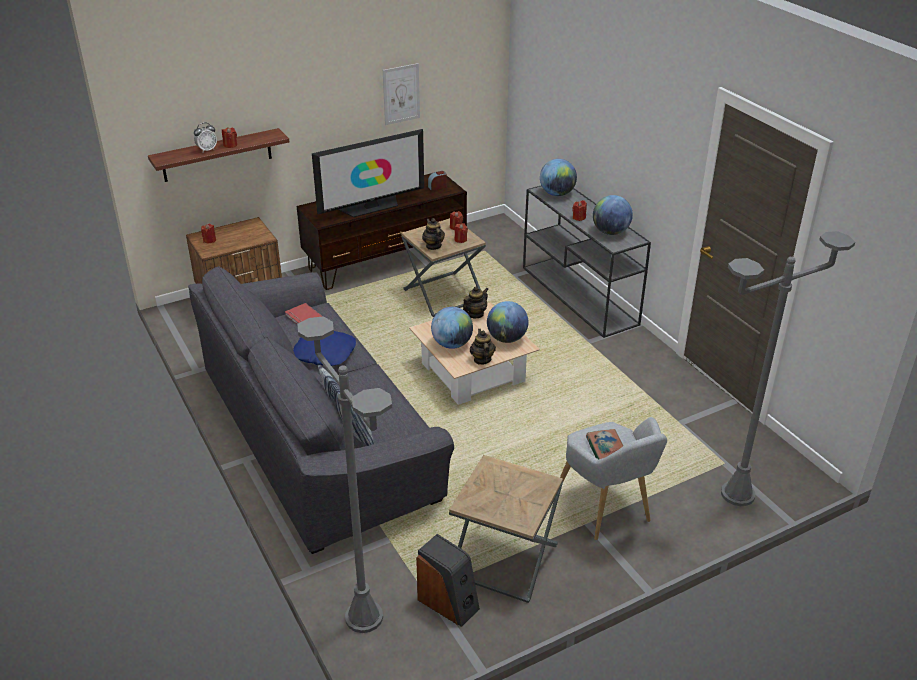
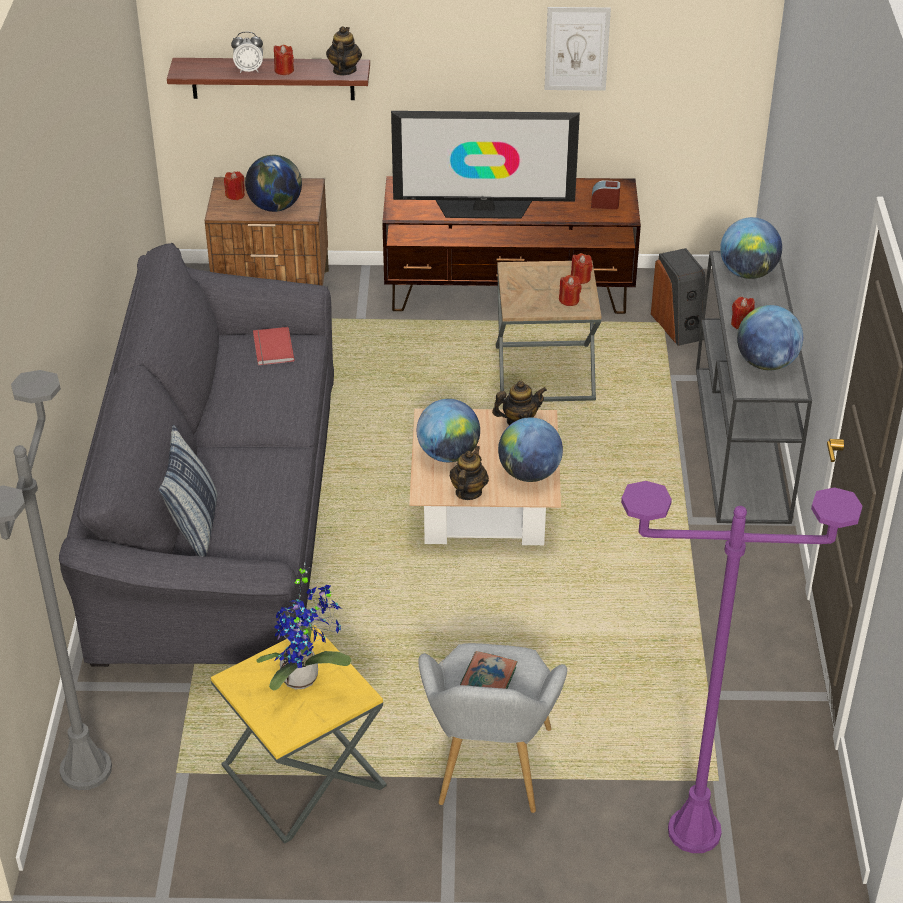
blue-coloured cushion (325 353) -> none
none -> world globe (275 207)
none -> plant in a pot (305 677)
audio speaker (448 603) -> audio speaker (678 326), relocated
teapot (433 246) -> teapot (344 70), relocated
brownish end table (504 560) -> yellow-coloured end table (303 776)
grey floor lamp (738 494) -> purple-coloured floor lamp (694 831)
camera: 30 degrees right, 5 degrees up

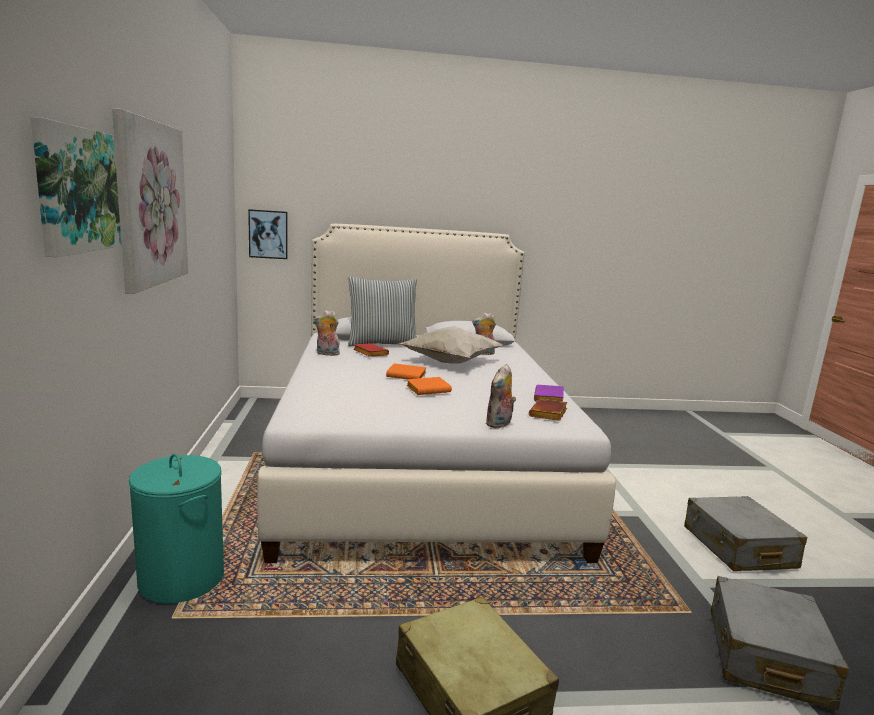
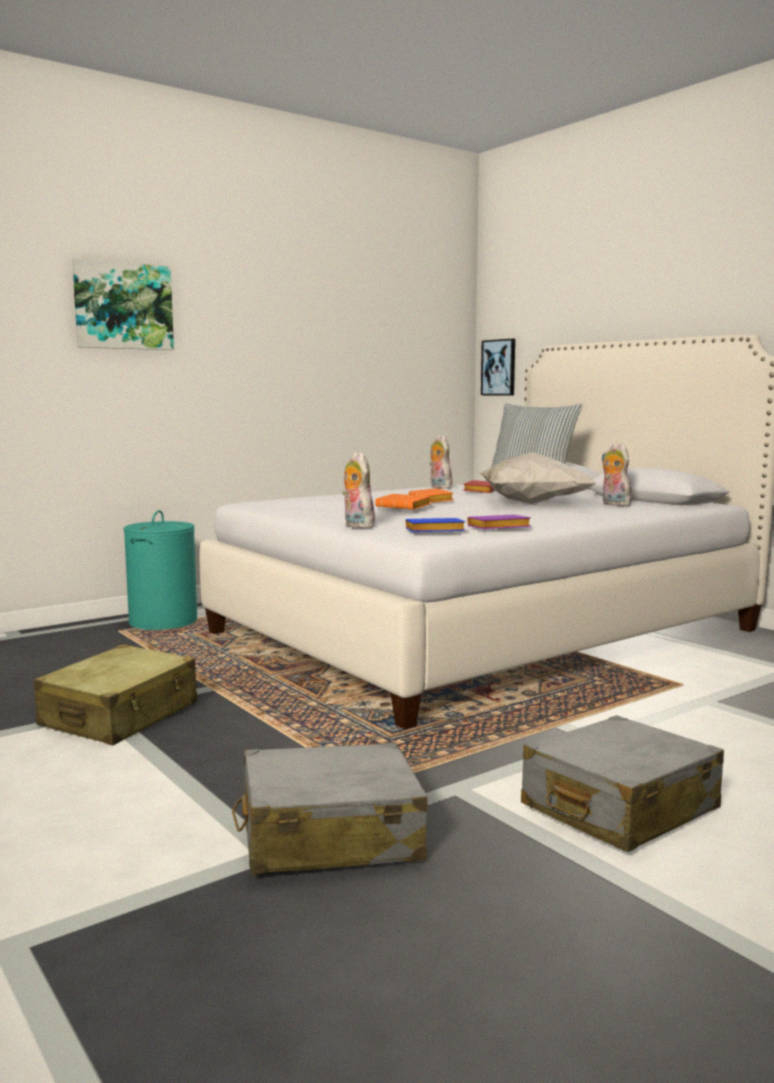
picture (151 203) -> none
brownish volume (549 414) -> blue-coloured volume (433 531)
soft toy (499 424) -> soft toy (356 526), 60 degrees clockwise
camera: 60 degrees right, 5 degrees down

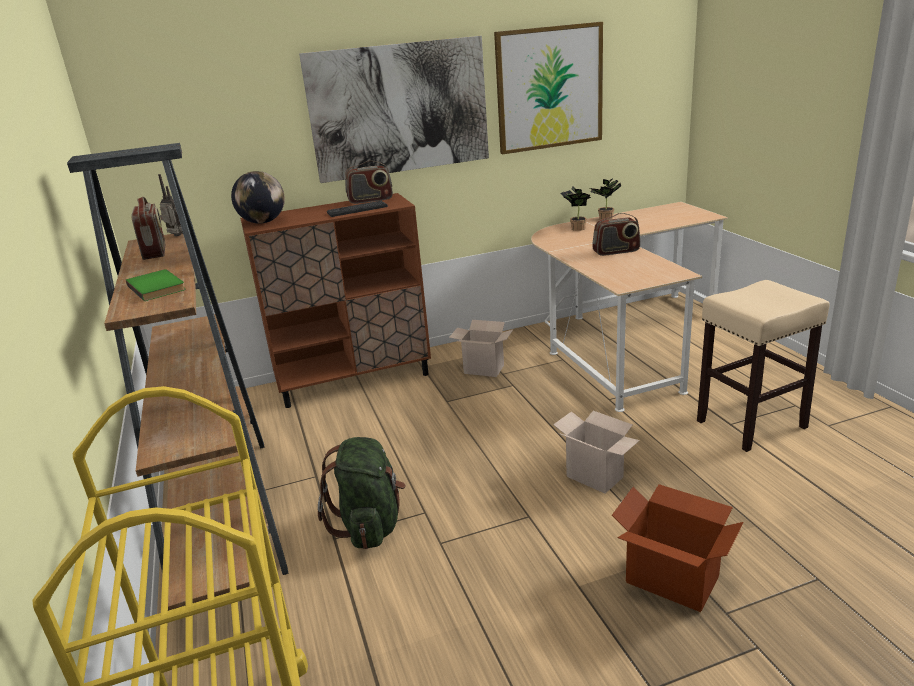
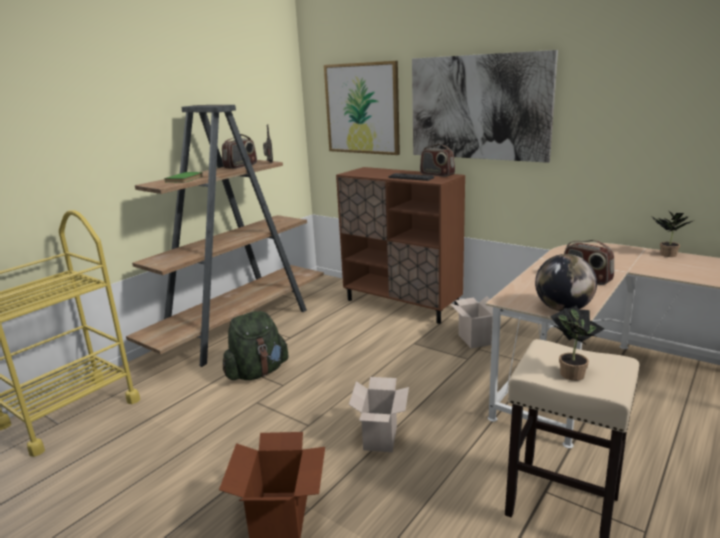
world globe (263 222) -> world globe (563 309), relocated
picture (549 88) -> picture (362 108), relocated
plant in a pot (576 228) -> plant in a pot (570 372), relocated
camera: 55 degrees right, 5 degrees down

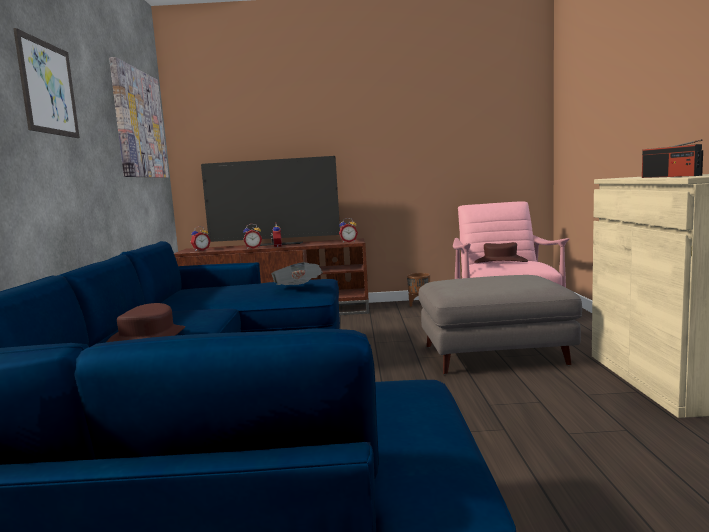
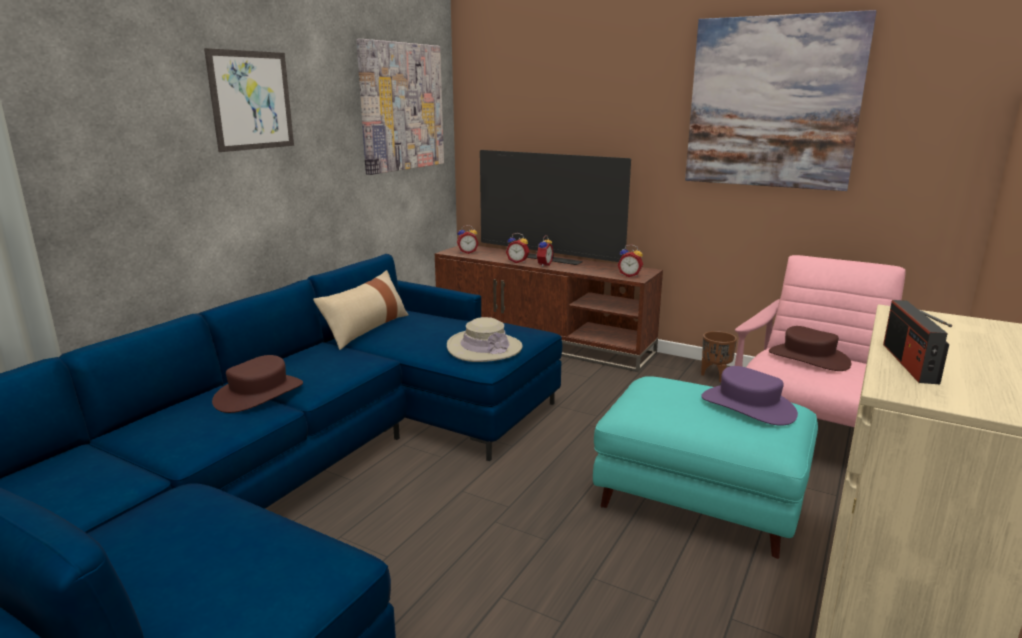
none -> beige-coloured cushion (366 329)
none -> picture (772 103)
none -> purple-coloured hat (748 406)
daily paper (298 289) -> beige-coloured hat (484 348)
grey ottoman (494 355) -> blue-green ottoman (698 500)
camera: 30 degrees right, 10 degrees up

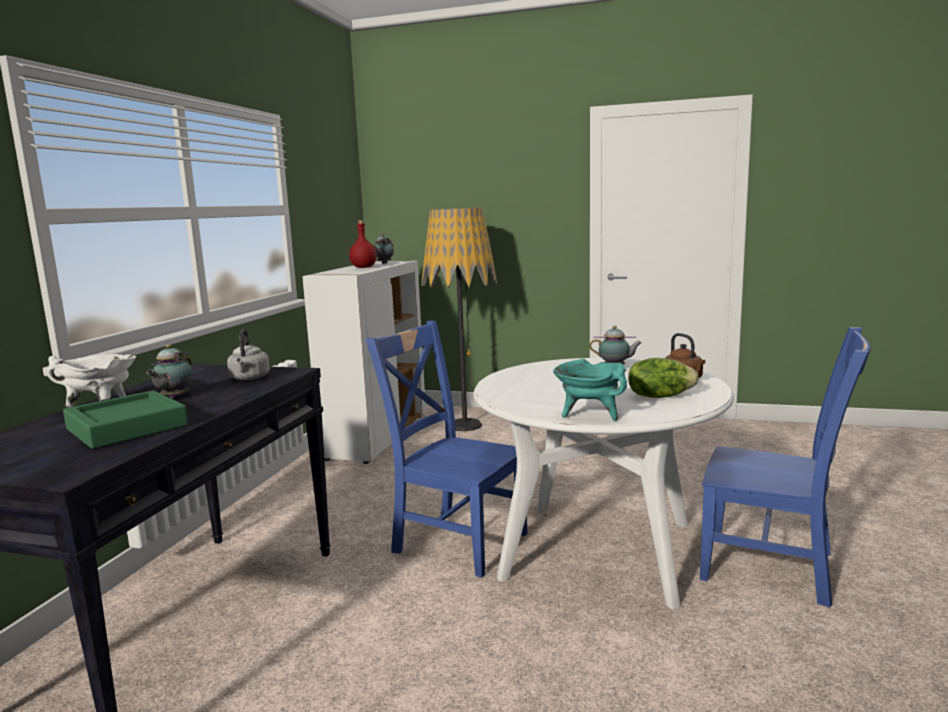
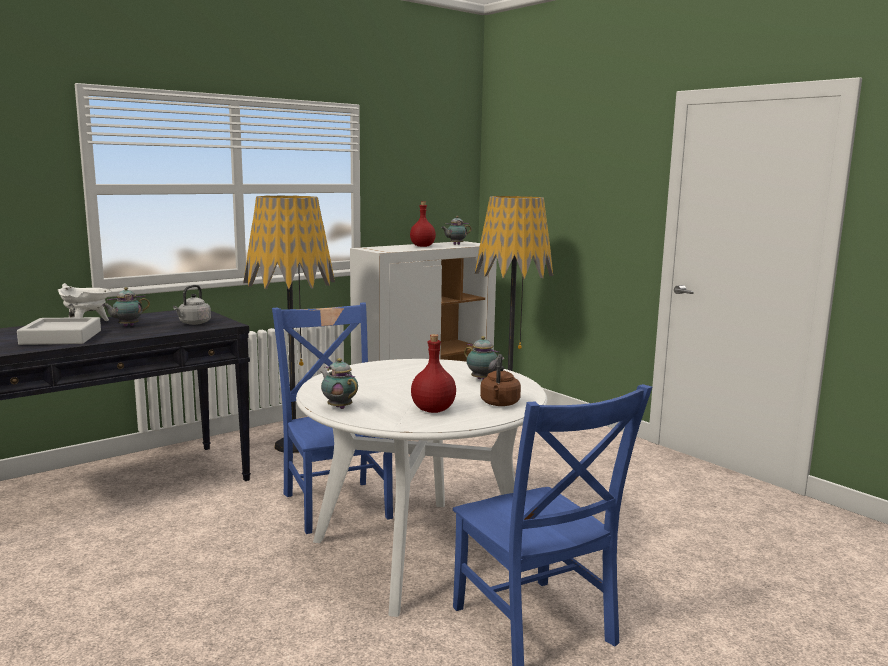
none -> floor lamp (294 445)
blue-green cooking pot (590 415) -> teapot (339 407)
head of lettuce (659 396) -> red beverage bottle (432 410)
green tray (127 427) -> grey tray (61 337)
camera: 35 degrees right, 0 degrees up

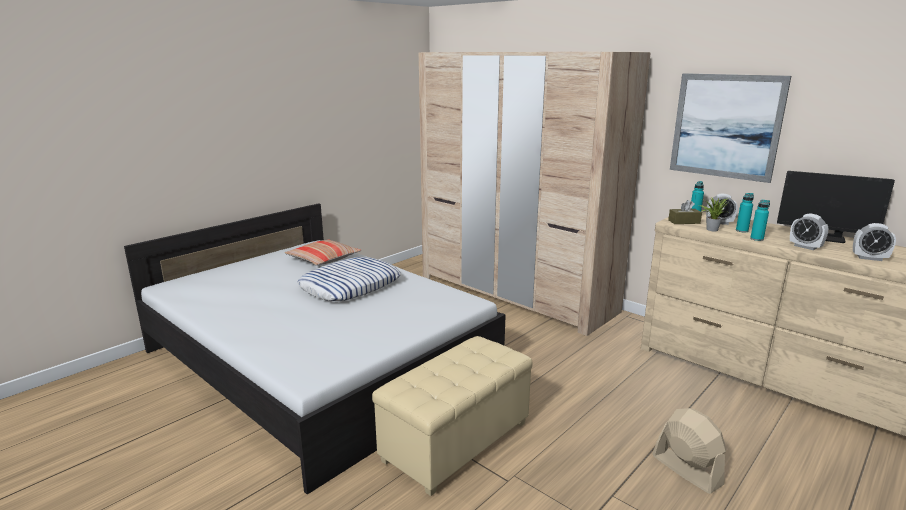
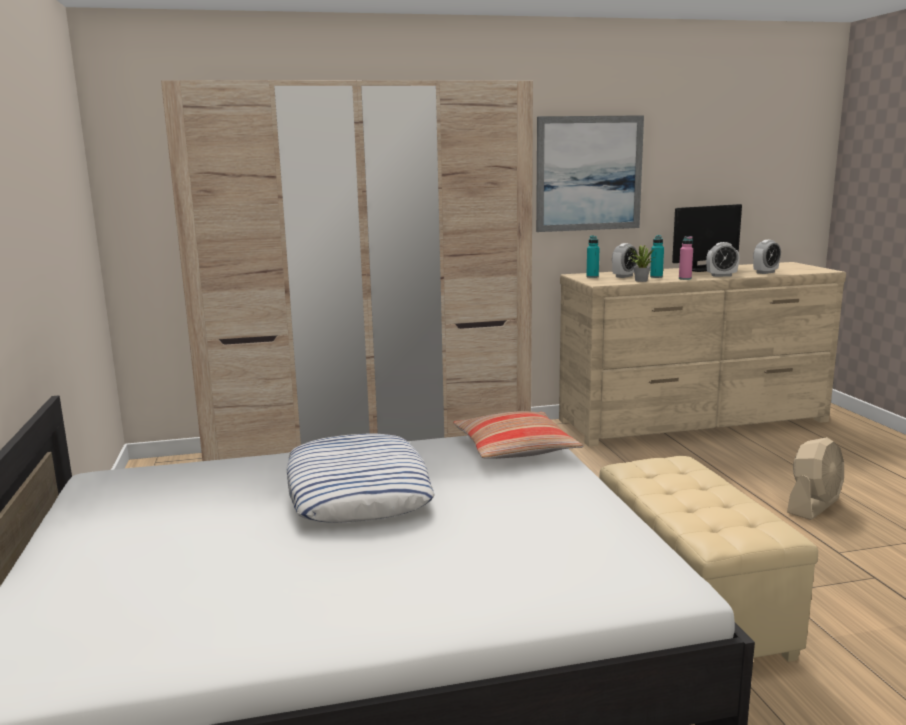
brownish tissue holder (684 222) -> none
cushion (323 259) -> cushion (515 449), relocated
blue-green beverage bottle (756 239) -> pinkish beverage bottle (685 278)
beige-coloured fan (686 469) -> beige-coloured fan (813 506), 135 degrees clockwise
camera: 55 degrees left, 5 degrees down

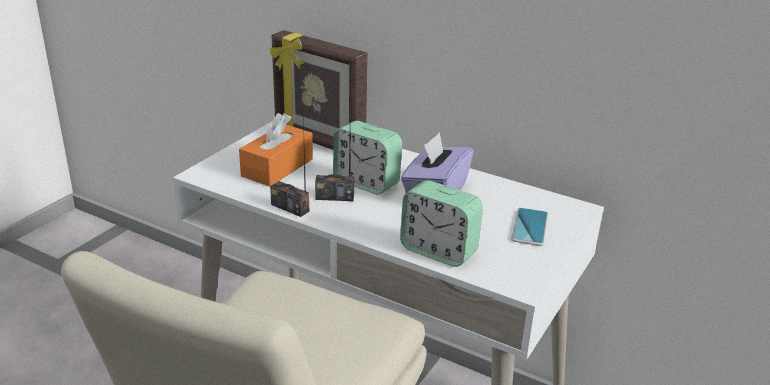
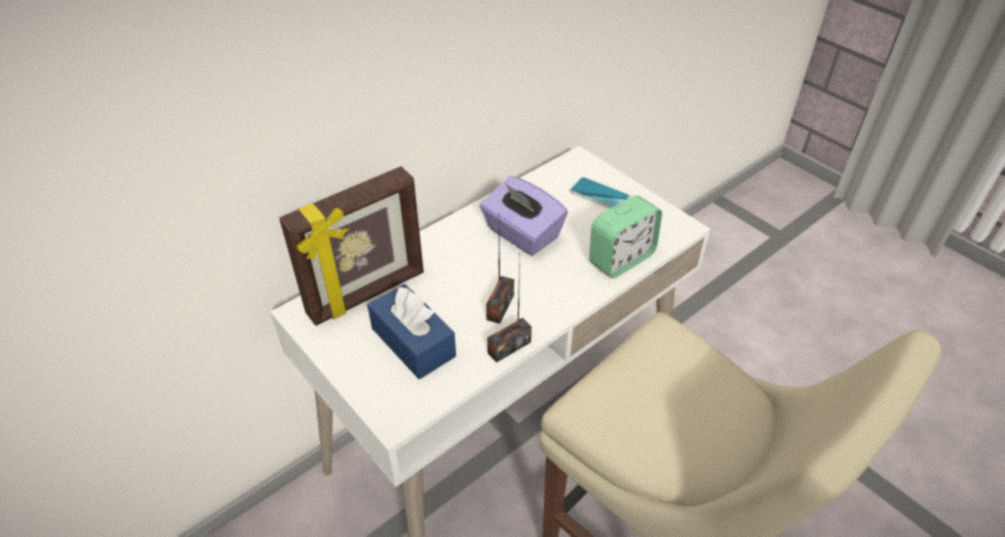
bedside clock (366 182) -> none
orange-coloured tissue holder (277 167) -> blue-coloured tissue holder (413 342)
camera: 70 degrees left, 15 degrees up

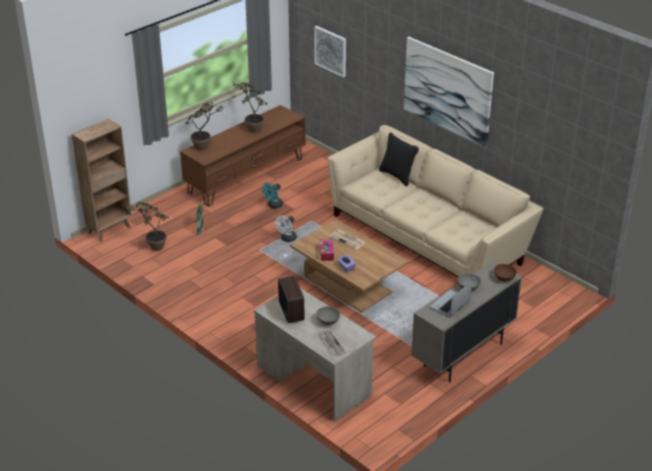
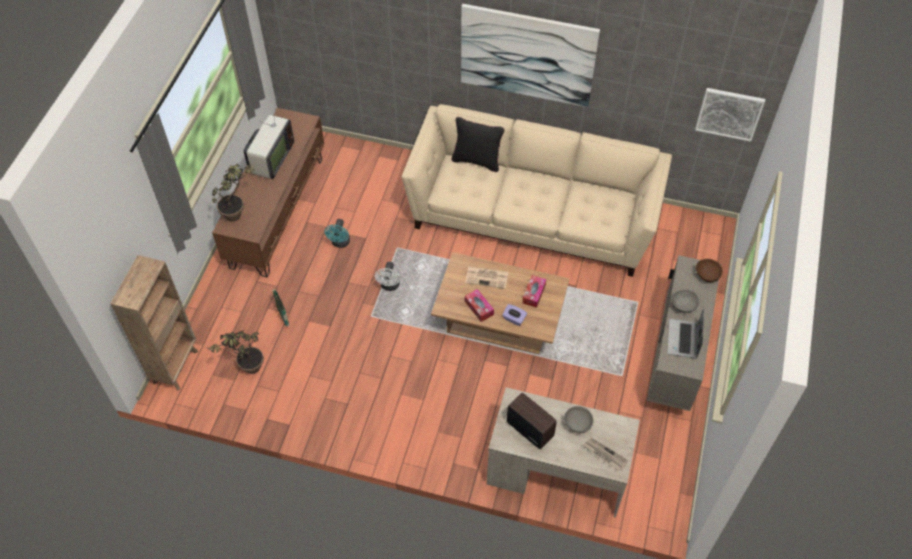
none -> tissue holder (534 294)
picture (331 51) -> picture (729 113), relocated
plant in a pot (251 128) -> TV set (270 160)
camera: 30 degrees left, 20 degrees up

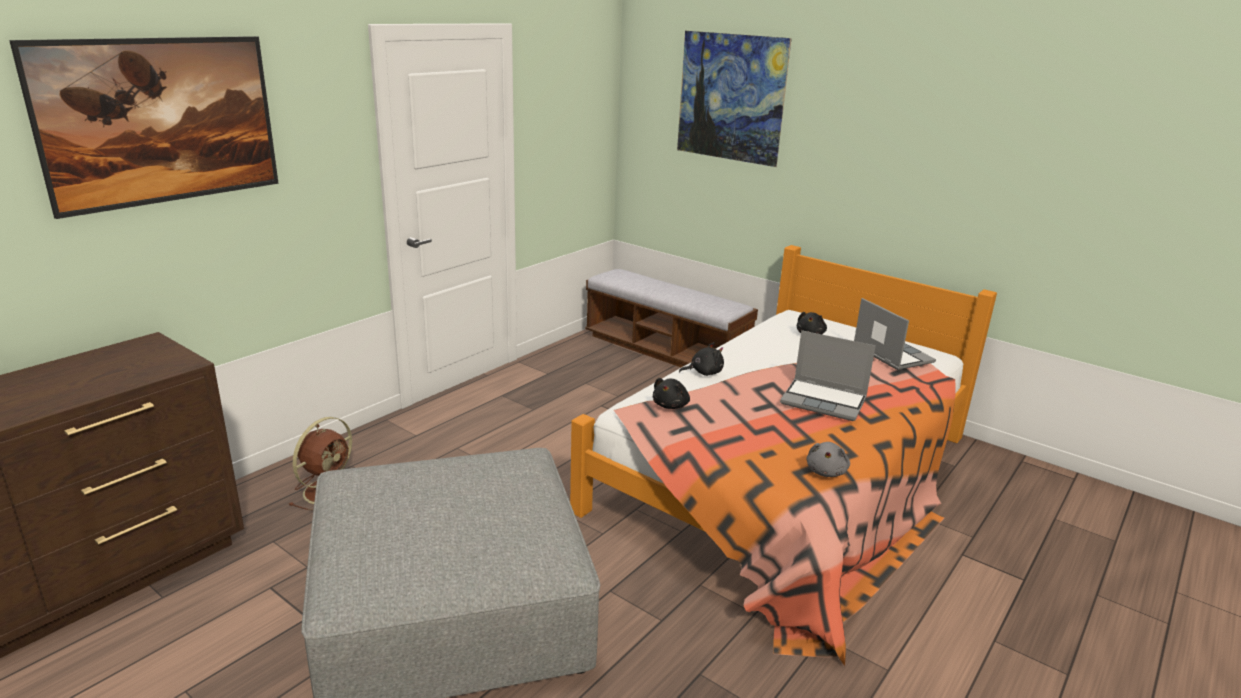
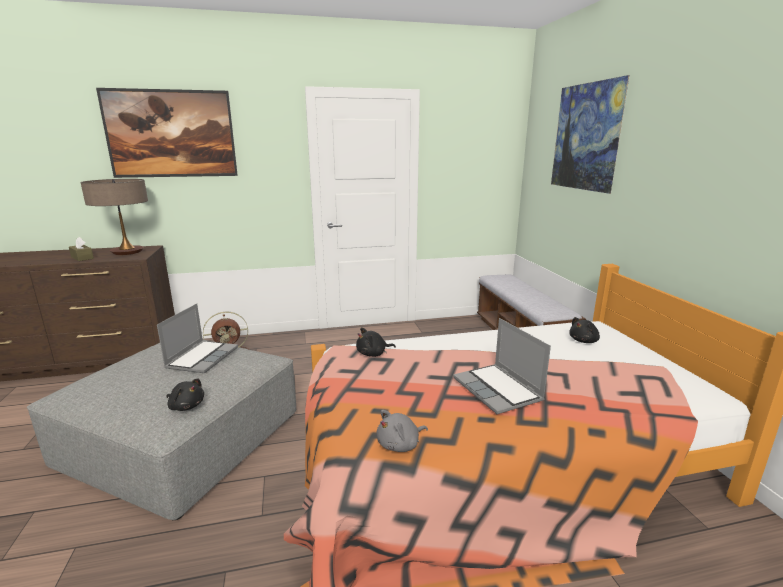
none -> brownish tissue holder (82 257)
none -> tabletop lamp (127 252)
black soft toy (704 372) -> black soft toy (186 406), relocated
notebook computer (891 354) -> notebook computer (202 357), relocated
camera: 40 degrees right, 5 degrees down

